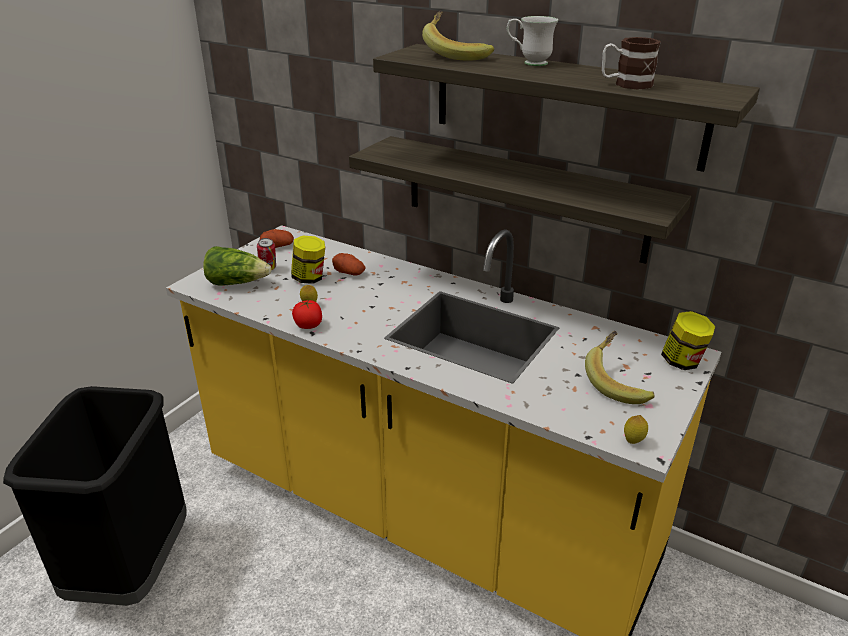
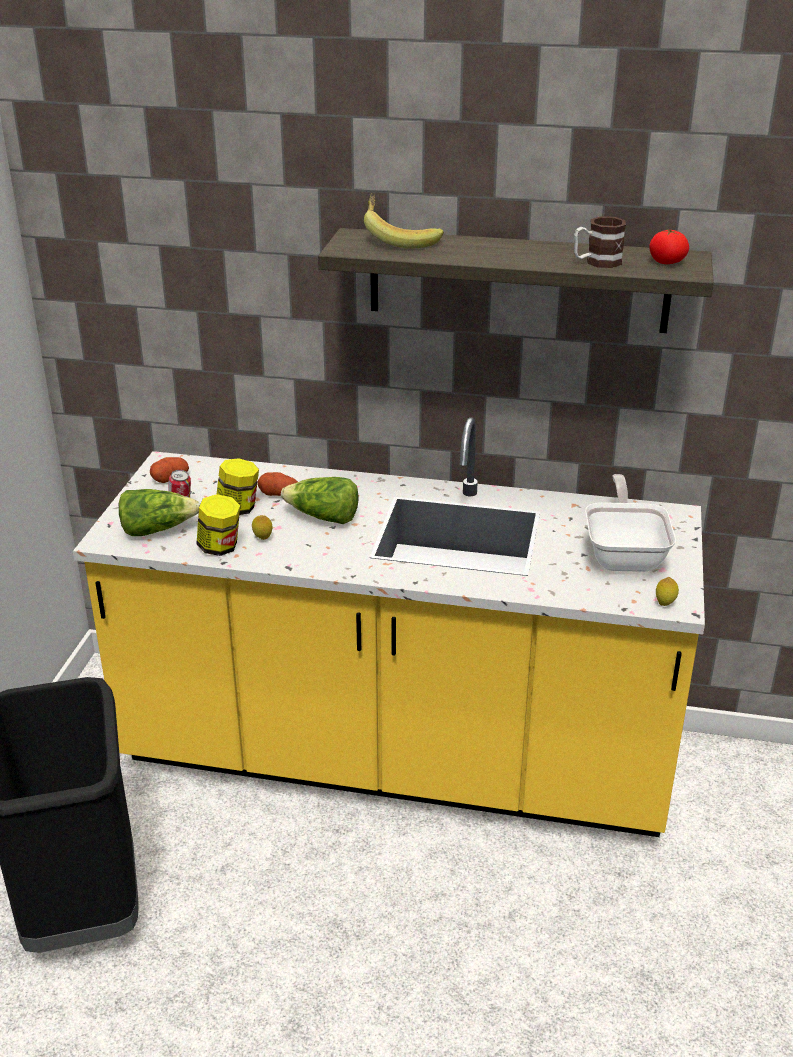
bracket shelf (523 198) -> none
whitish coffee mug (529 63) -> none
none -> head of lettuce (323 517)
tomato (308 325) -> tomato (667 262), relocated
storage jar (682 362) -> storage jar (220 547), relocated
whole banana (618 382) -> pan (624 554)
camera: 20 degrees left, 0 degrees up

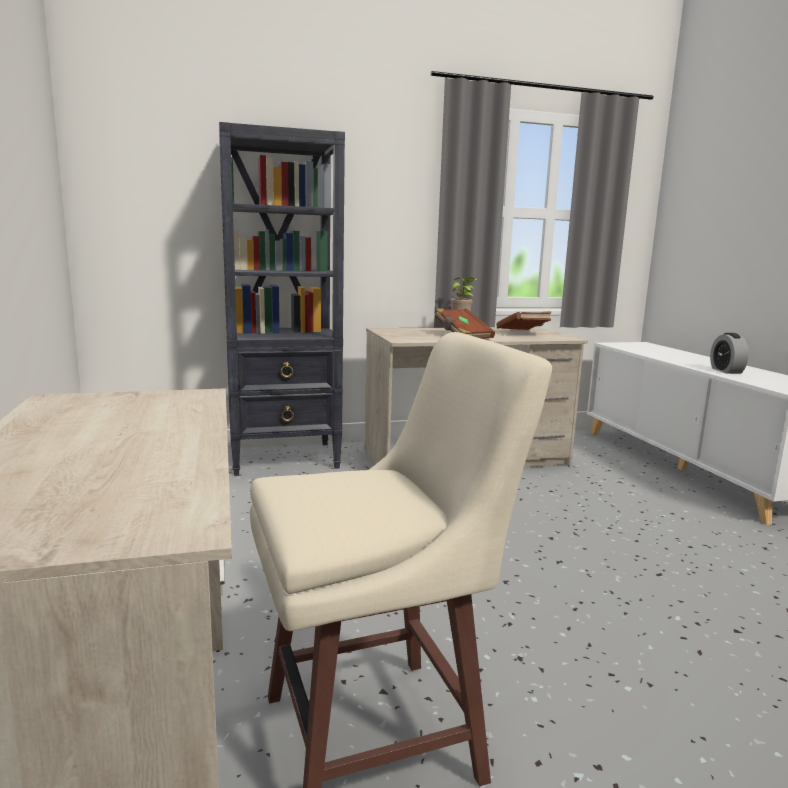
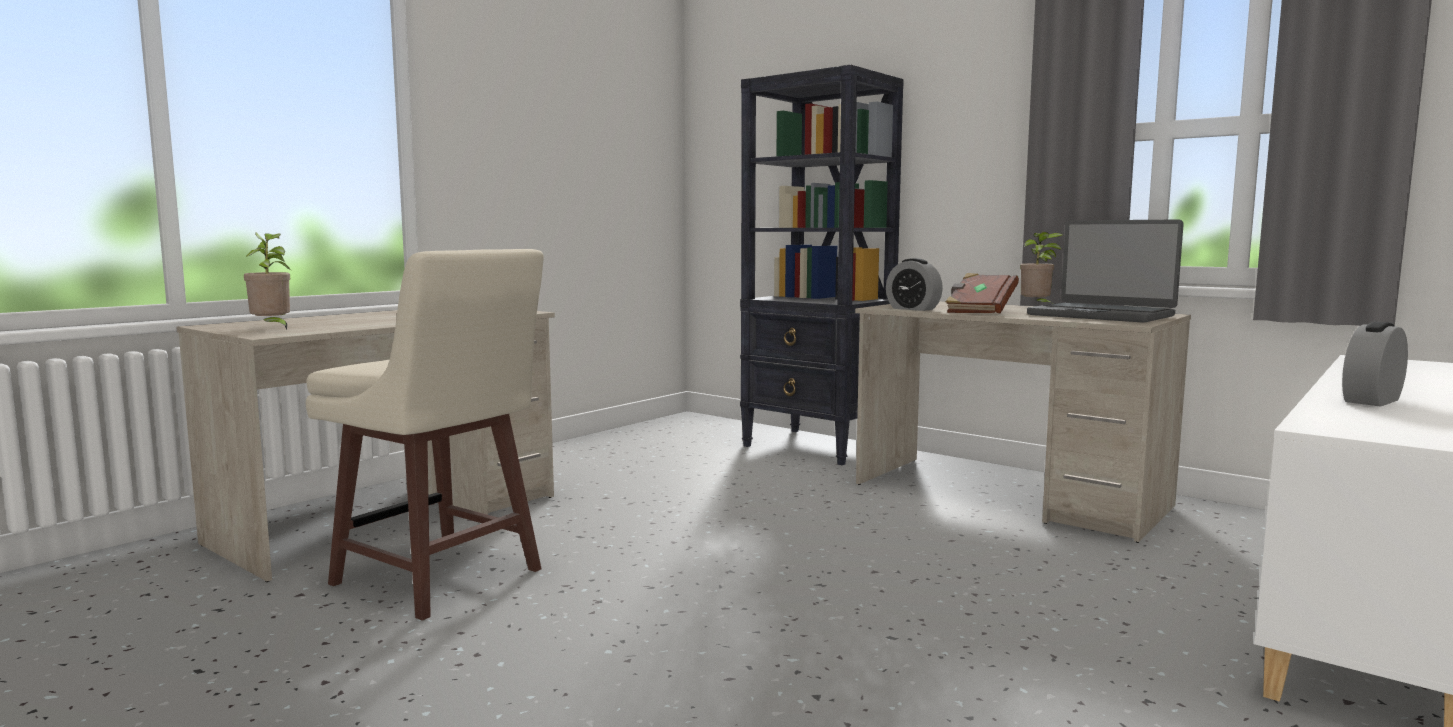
none -> plant in a pot (272 328)
none -> bedside clock (913 309)
brownish volume (523 332) -> notebook computer (1101 315)
camera: 55 degrees right, 5 degrees down

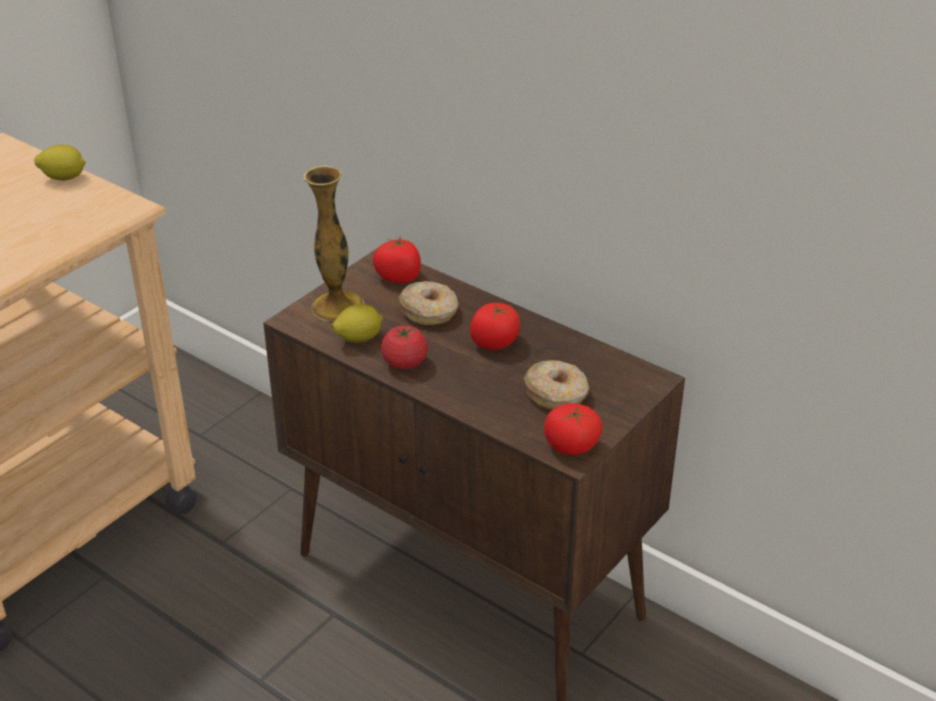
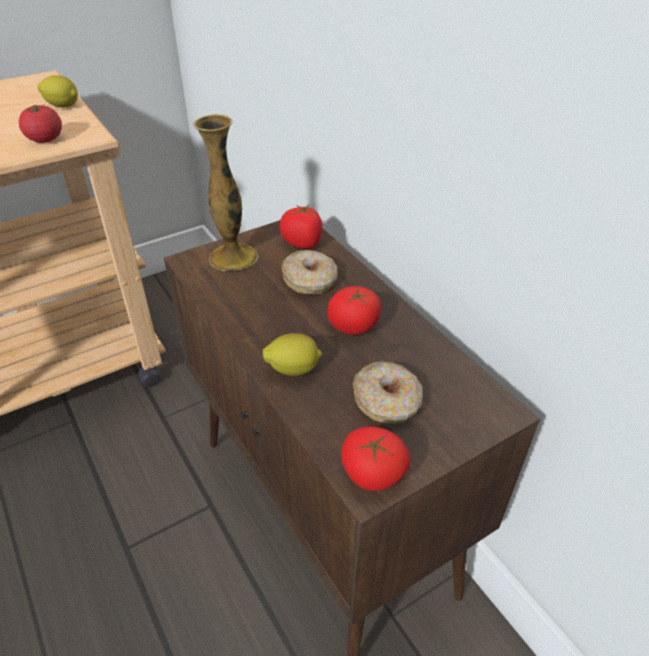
lemon (358 339) -> lemon (293 369), relocated
tomato (405 363) -> tomato (45 139), relocated
camera: 20 degrees right, 5 degrees up

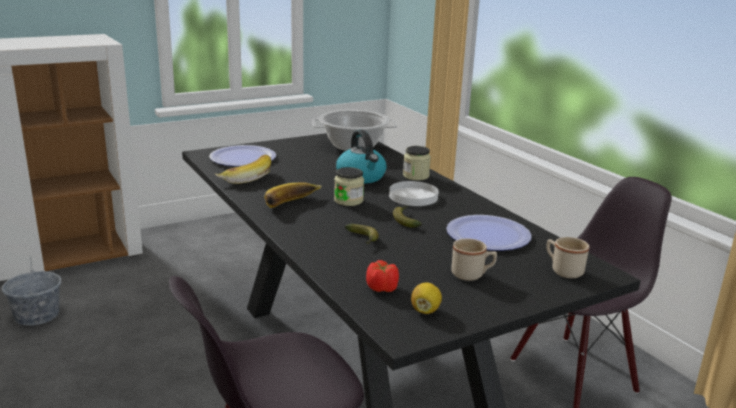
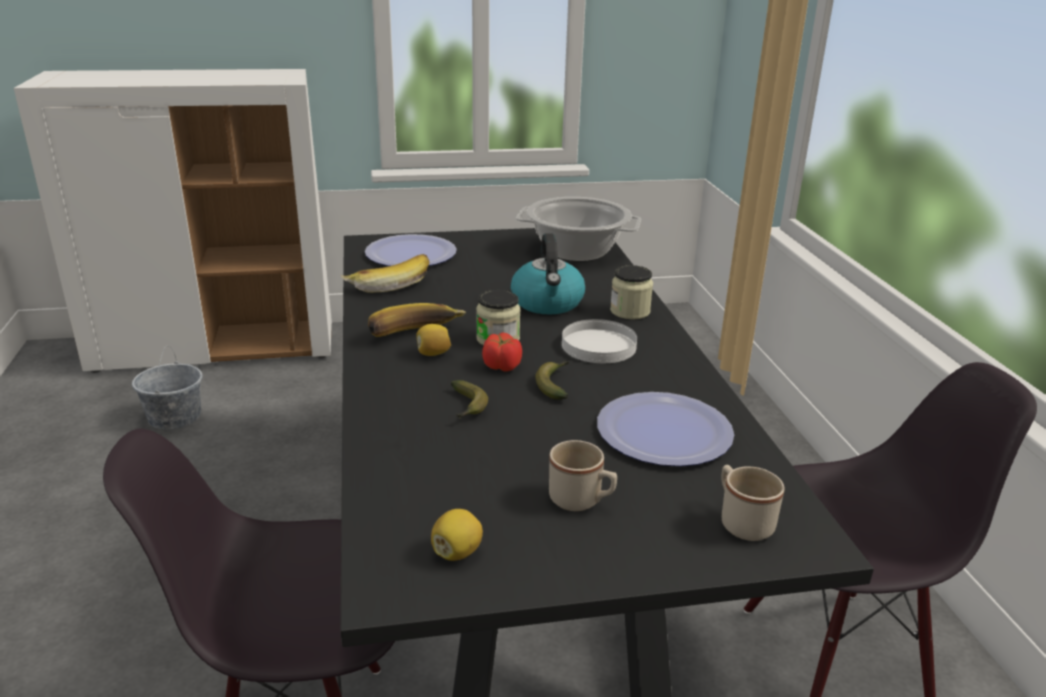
none -> lemon (433 353)
tomato (382 288) -> tomato (502 366), relocated
camera: 20 degrees right, 5 degrees up

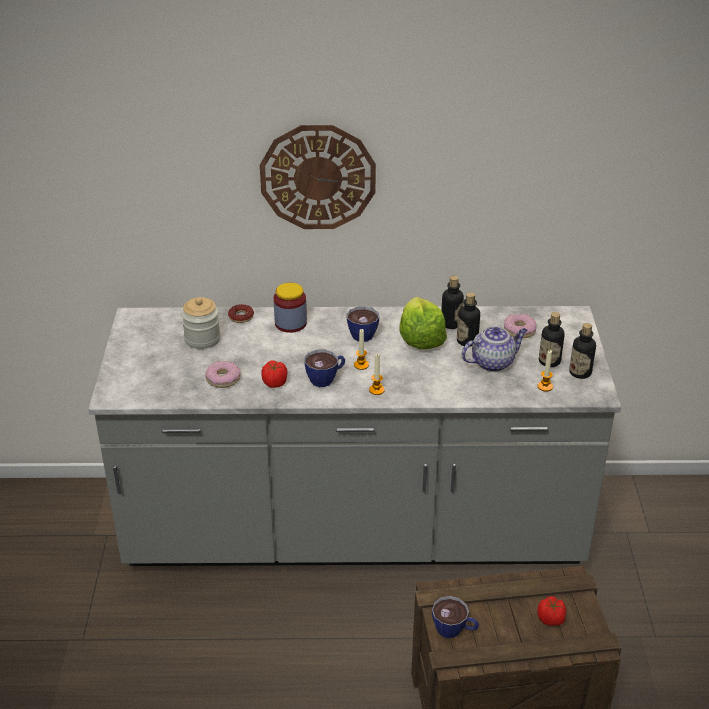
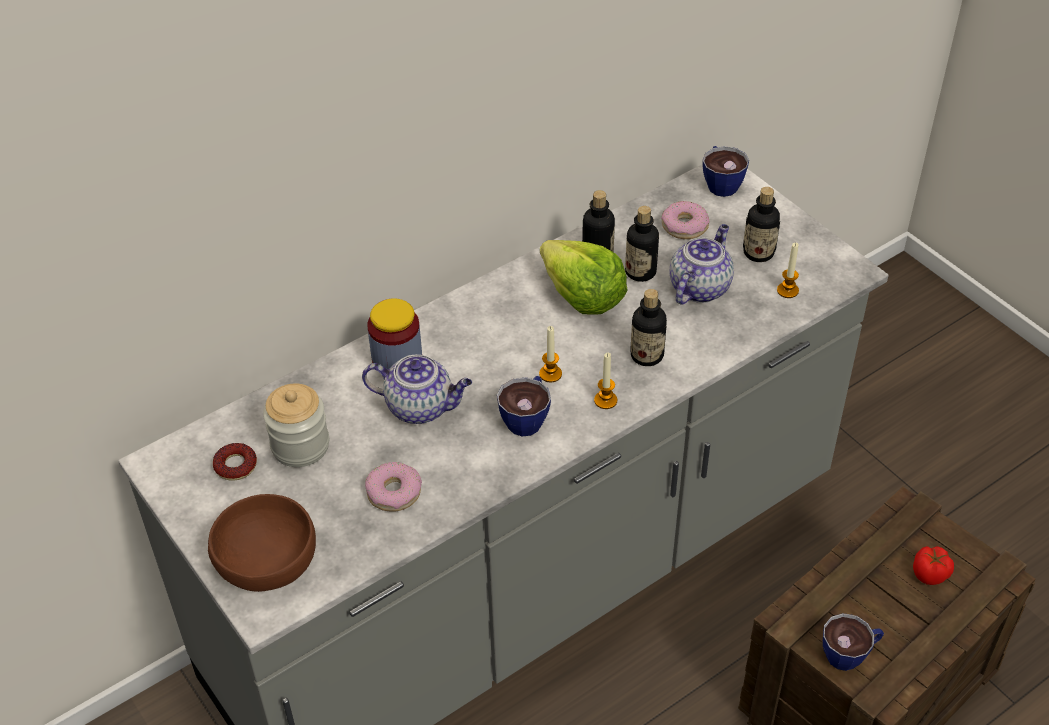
wall clock (318 177) -> none
tomato (274 383) -> none
none -> brownish serving bowl (268 563)
none -> teapot (421 407)
doughnut (241 316) -> doughnut (236 466), relocated
drinking cup (364 333) -> drinking cup (720 183), relocated
beverage bottle (580 372) -> beverage bottle (646 355), relocated
camera: 35 degrees left, 10 degrees up

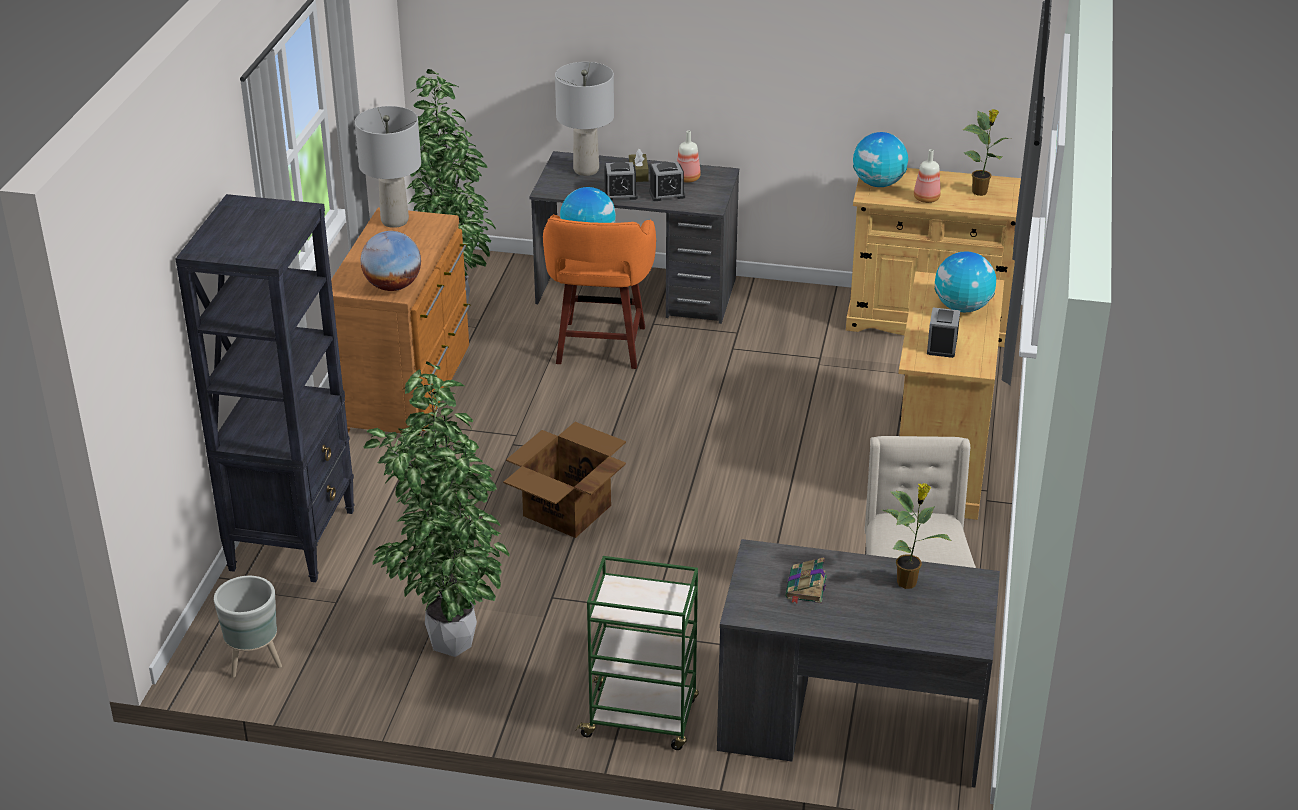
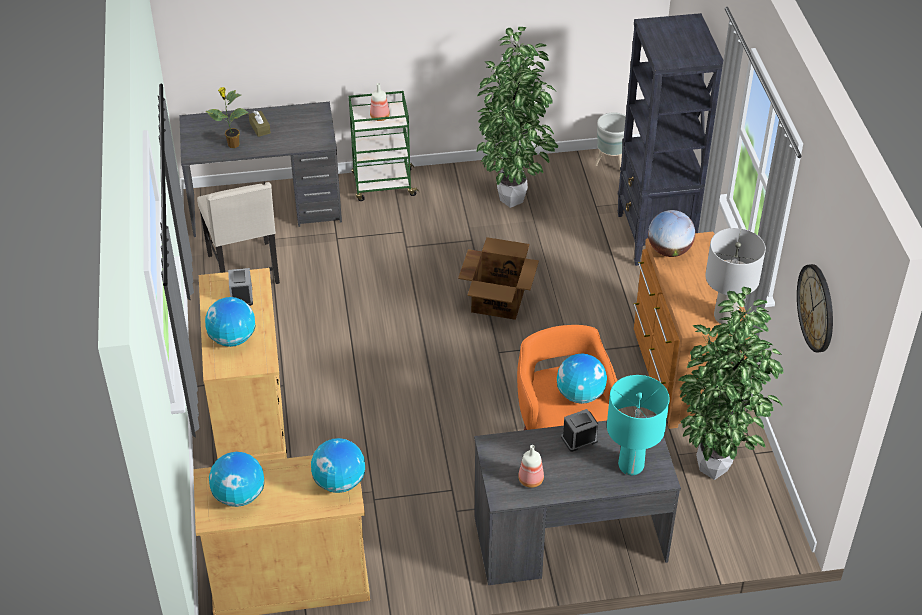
bedside clock (667 194) -> none
volume (806 588) -> none
none -> wall clock (816 308)
brownish tissue holder (638 174) -> brownish tissue holder (260 128), relocated
beverage bottle (925 198) -> beverage bottle (380 117), relocated
plant in a pot (980 192) -> world globe (239 496)
grey tabletop lamp (586 170) -> blue-green tabletop lamp (630 465)
camera: 160 degrees right, 10 degrees up

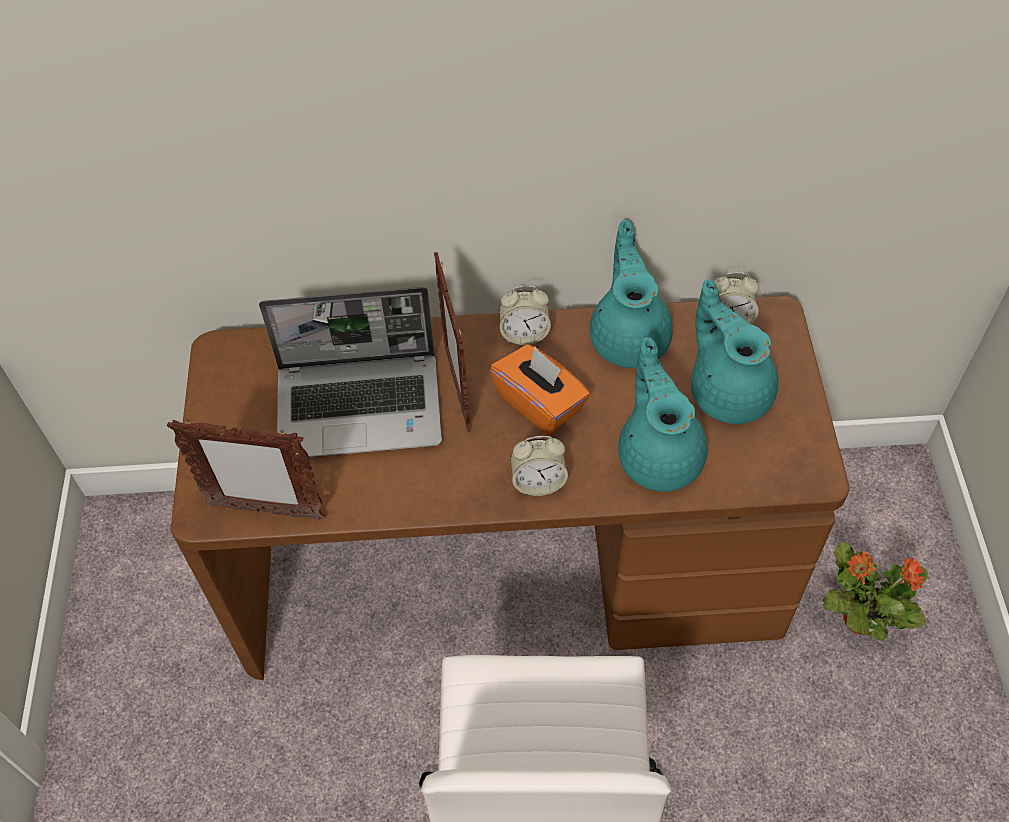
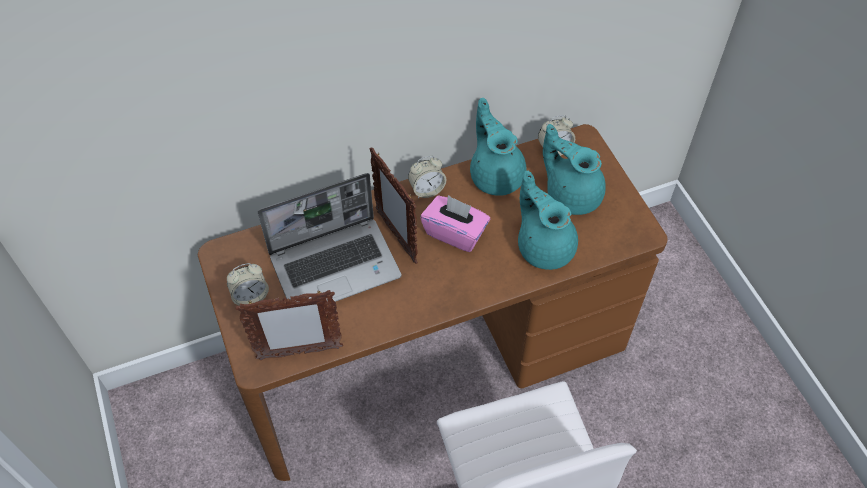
plant in a pot (859 619) -> none
bedside clock (538 482) -> bedside clock (250 296), relocated
orange-coloured tissue holder (540 403) -> pinkish tissue holder (455 233)
camera: 20 degrees left, 0 degrees up

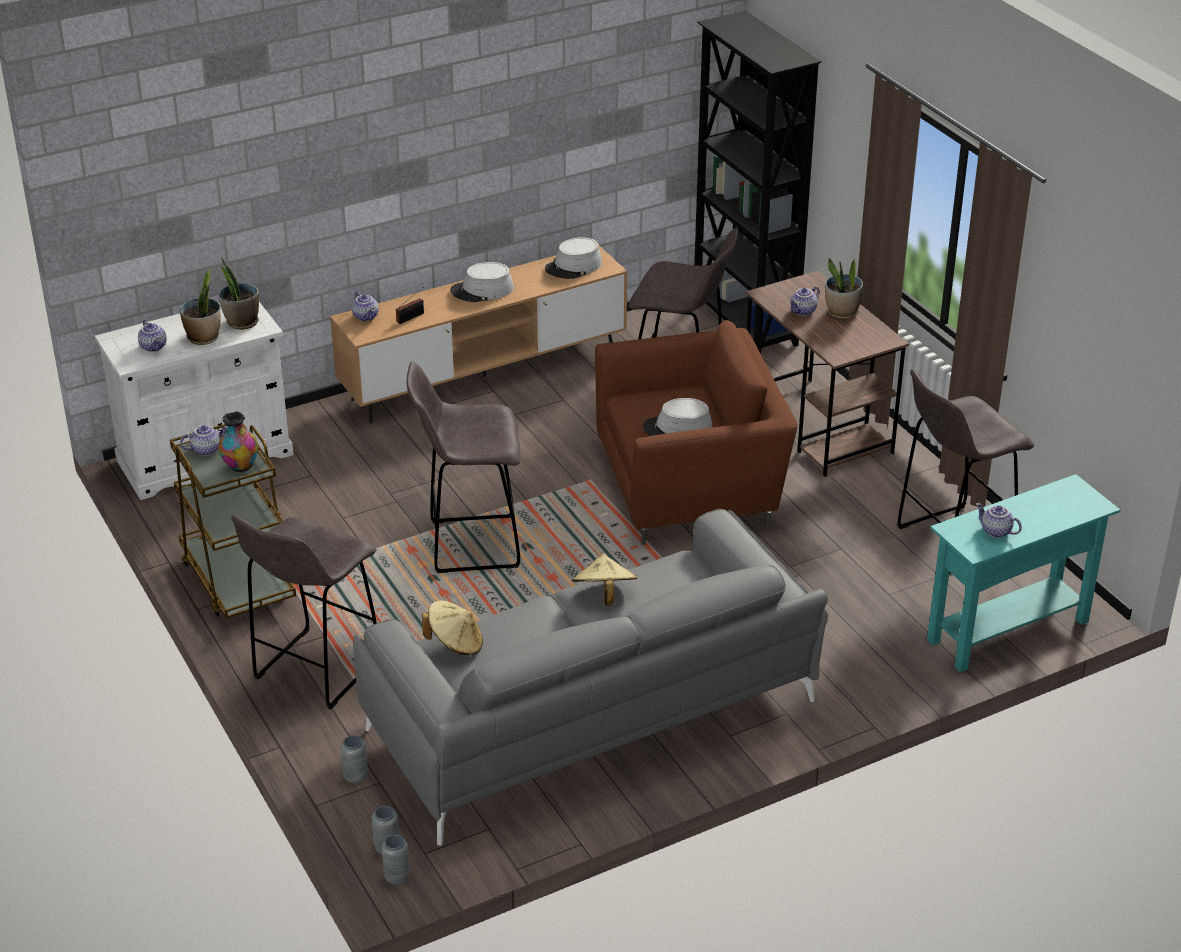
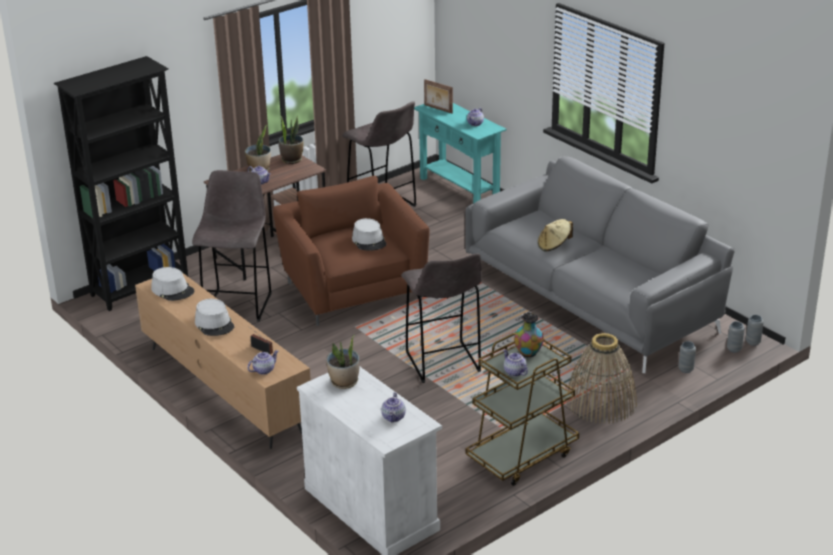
beige-coloured hat (455 644) -> none
none -> standing frame (438 109)
plant in a pot (204 337) -> plant in a pot (292 160), relocated
grey sitting stool (315 671) -> storage basket (601 402)
teapot (154 347) -> teapot (394 417), 135 degrees clockwise
camera: 100 degrees left, 5 degrees down

